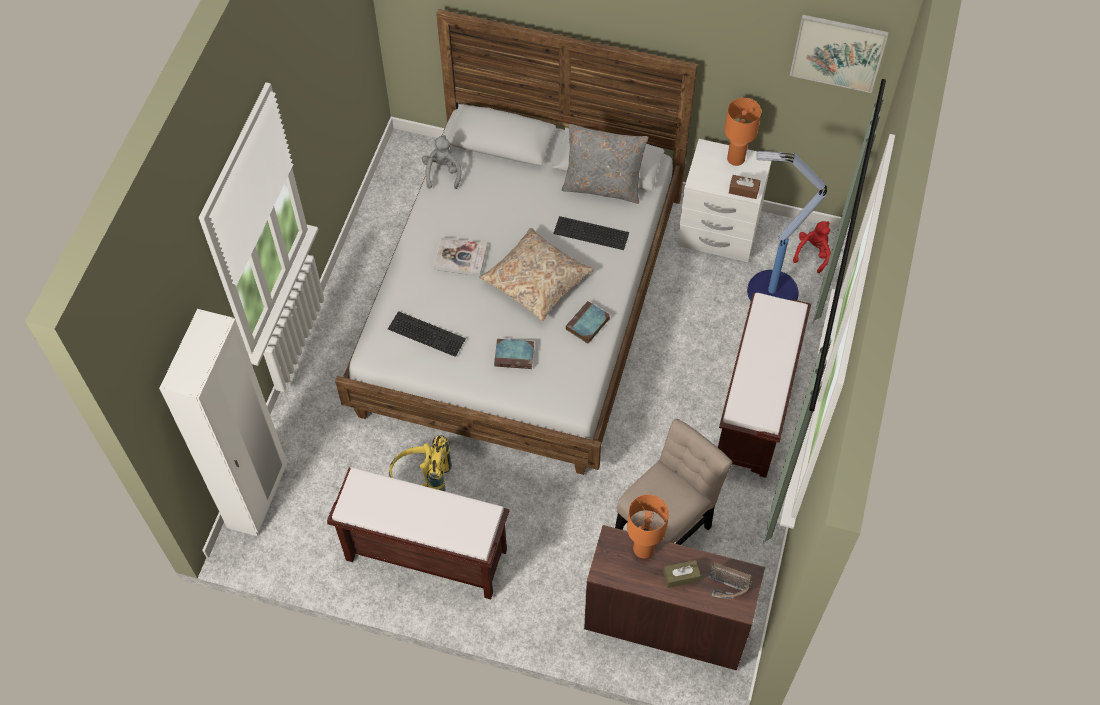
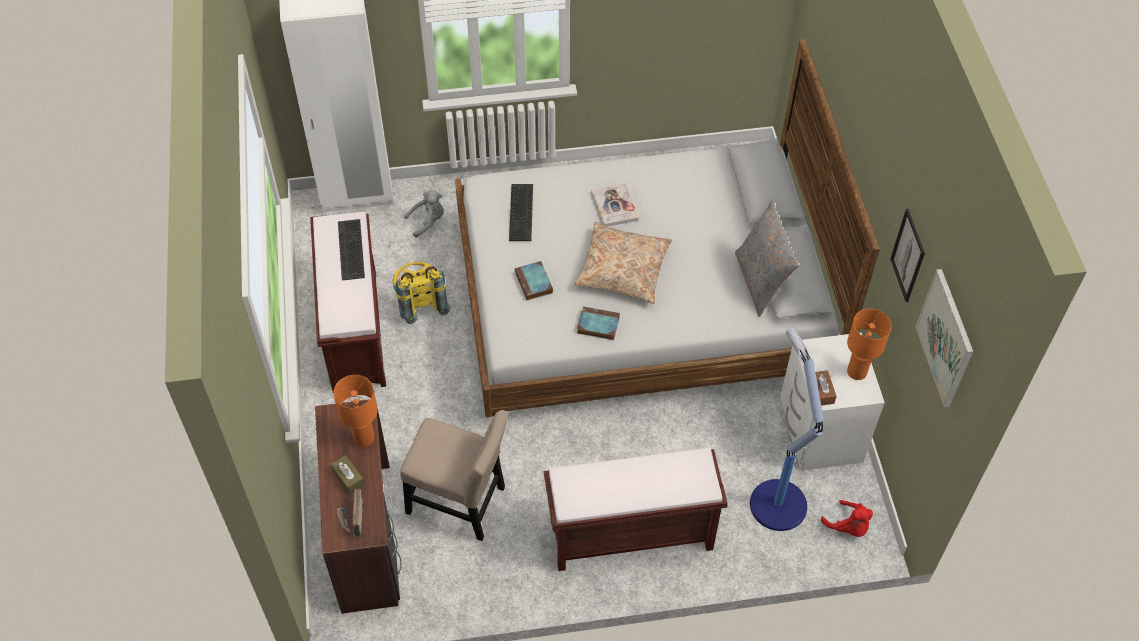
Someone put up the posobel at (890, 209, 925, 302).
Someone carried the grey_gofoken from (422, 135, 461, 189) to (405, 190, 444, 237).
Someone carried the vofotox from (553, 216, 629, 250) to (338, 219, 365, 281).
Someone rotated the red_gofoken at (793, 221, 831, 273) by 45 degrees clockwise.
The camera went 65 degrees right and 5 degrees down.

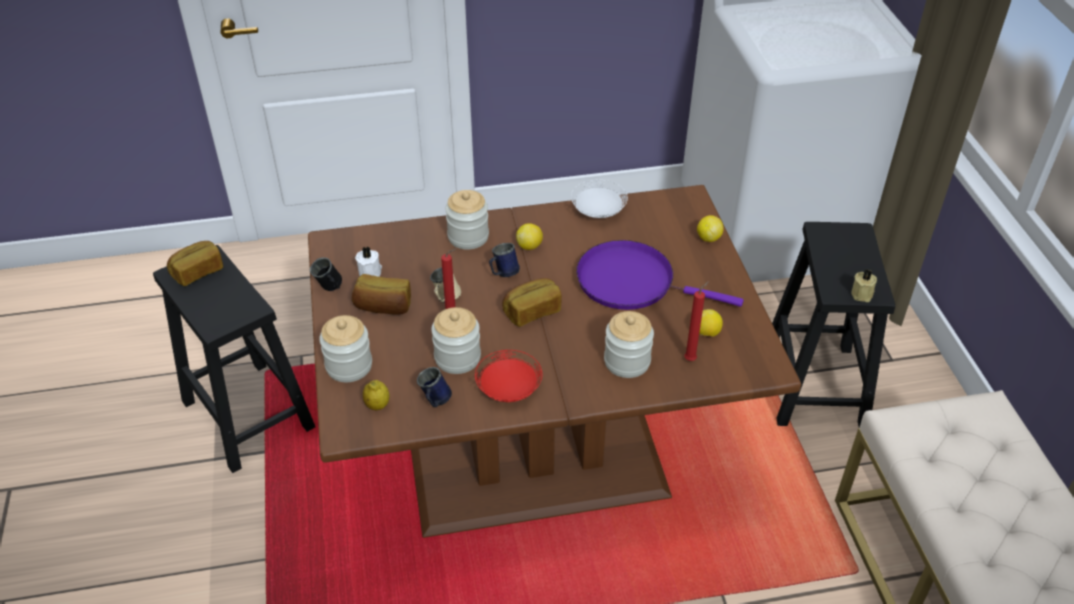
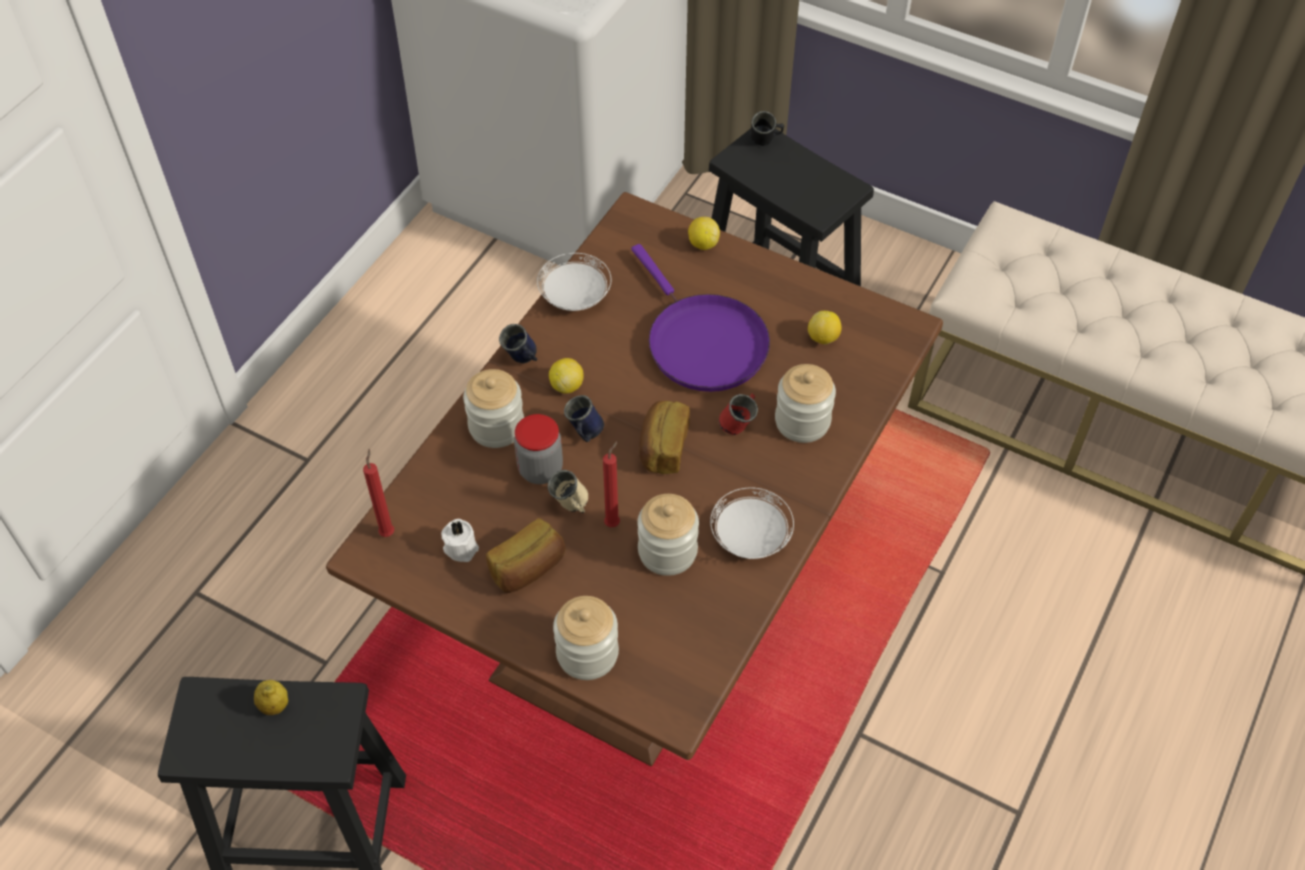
Someone took away the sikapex at (167, 241, 223, 286).
Someone took away the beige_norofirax at (851, 269, 877, 302).
Someone put down the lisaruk at (514, 414, 563, 484).
Someone put down the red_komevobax at (719, 394, 758, 435).
Someone carried the black_komevobax from (310, 257, 342, 291) to (750, 111, 784, 146).
Someone carried the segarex from (363, 380, 389, 410) to (254, 680, 288, 715).
Someone carried the blue_komevobax from (417, 367, 452, 407) to (499, 324, 538, 363).
Someone carried the red_norofirax from (684, 282, 709, 361) to (363, 449, 394, 537).
Someone repainted the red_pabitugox at (475, 350, 542, 402), which became the white_pabitugox at (710, 488, 794, 559).
Someone rotated the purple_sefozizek at (576, 240, 744, 310) by 90 degrees counterclockwise.
The camera went 50 degrees left and 10 degrees up.

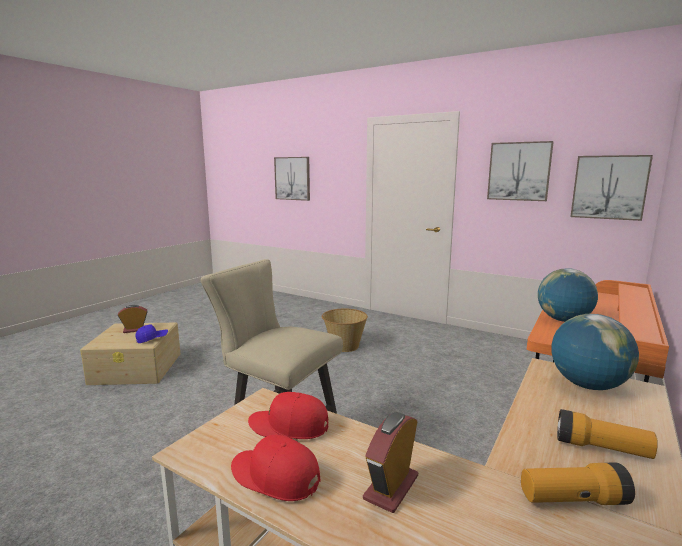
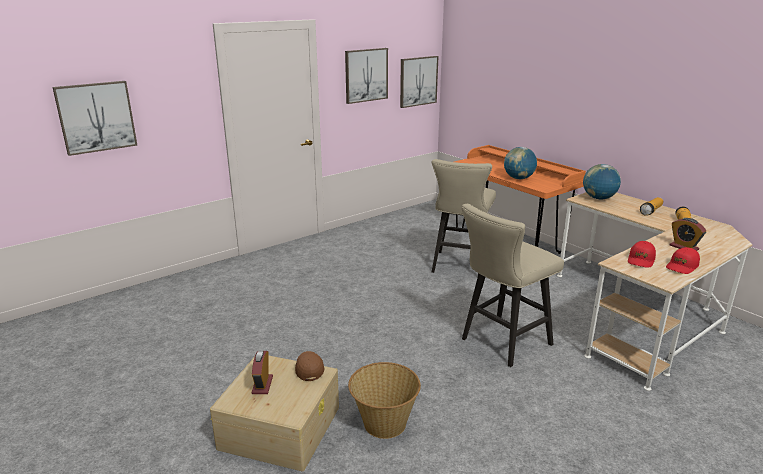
Someone put down the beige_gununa at (432, 159, 496, 274).
Someone carried the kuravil from (322, 309, 368, 352) to (348, 362, 421, 439).
Someone repainted the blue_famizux at (135, 325, 168, 343), which became the brown_famizux at (295, 351, 325, 381).
The camera went 70 degrees left and 10 degrees up.

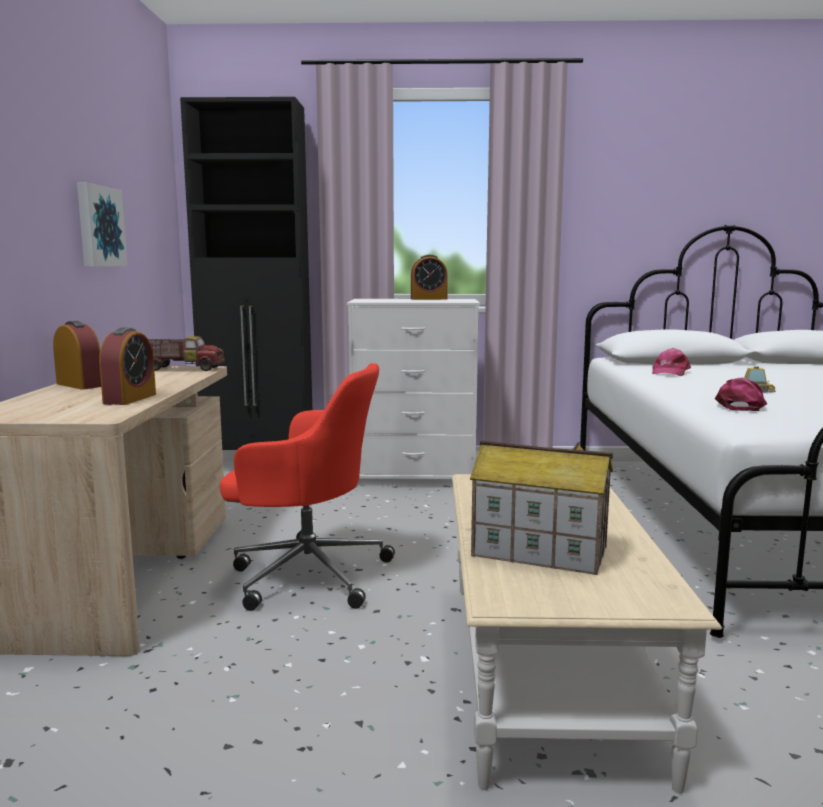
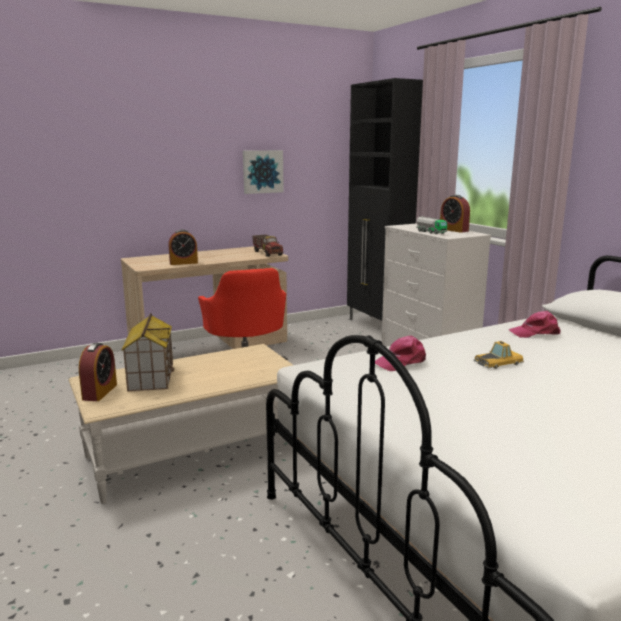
Someone put down the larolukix at (416, 216, 447, 234).
Someone carried the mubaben from (53, 321, 101, 390) to (79, 343, 117, 401).
Someone rotated the pink_famizux at (715, 378, 767, 411) by 150 degrees clockwise.
The camera went 60 degrees right and 5 degrees up.

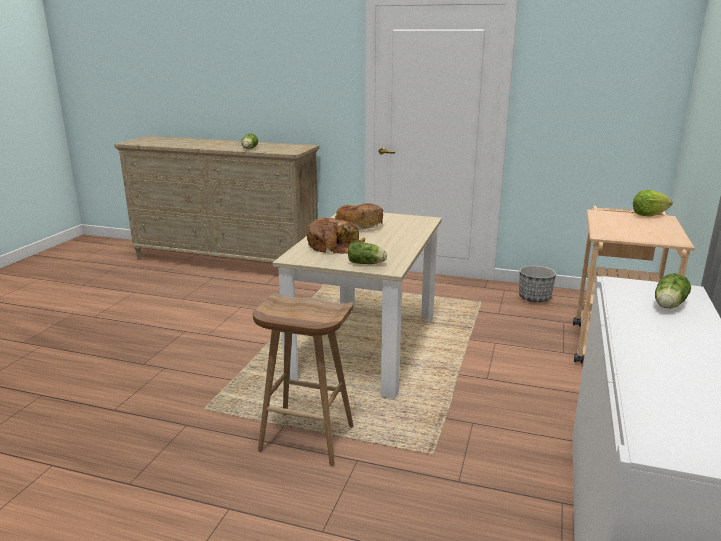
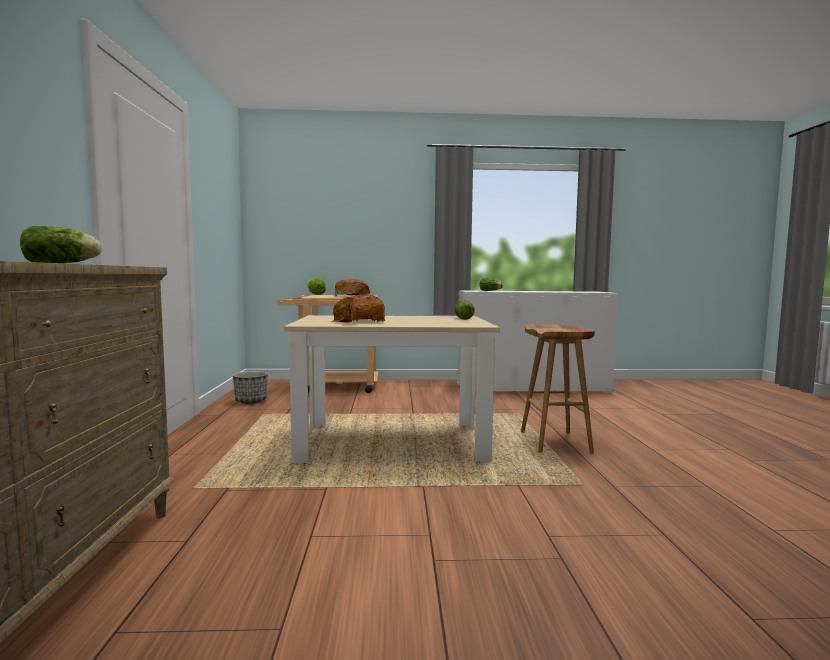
Someone carried the sikapex from (307, 218, 365, 254) to (335, 279, 370, 296).
The camera went 110 degrees left and 15 degrees down.

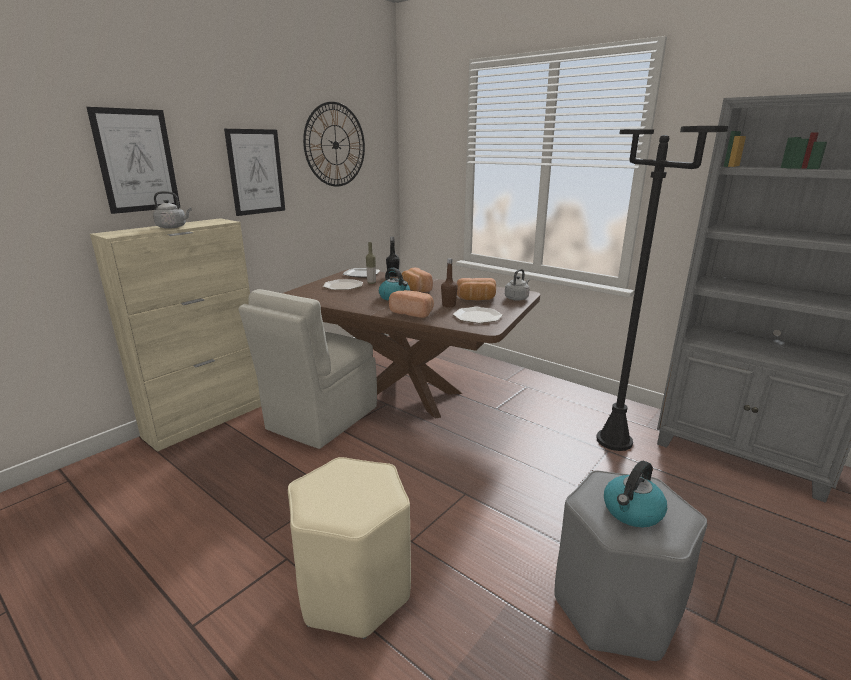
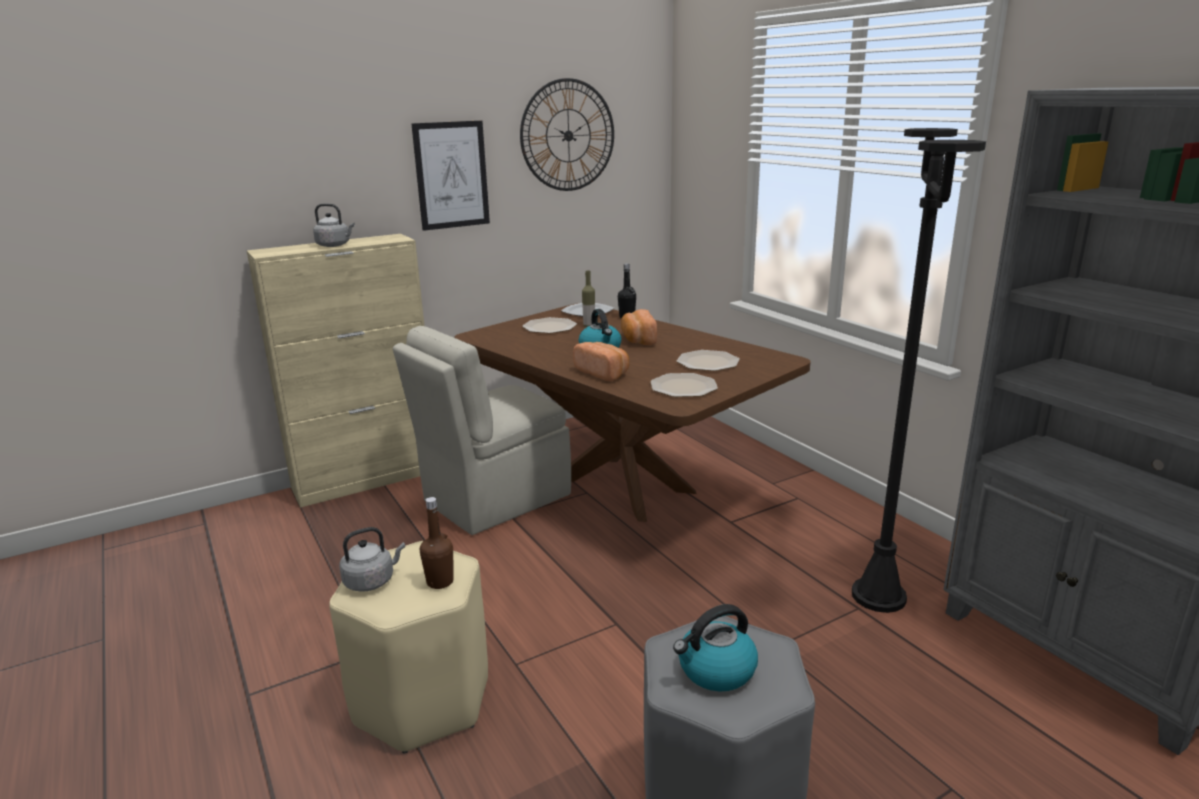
Someone took away the posobel at (87, 107, 180, 214).
Someone carried the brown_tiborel from (441, 258, 458, 307) to (420, 497, 454, 589).
Someone carried the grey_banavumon from (505, 269, 530, 301) to (339, 527, 405, 592).
Someone swapped the sikapex at (457, 278, 496, 300) for the pabitugox at (677, 350, 740, 371).
The camera went 20 degrees right and 0 degrees up.

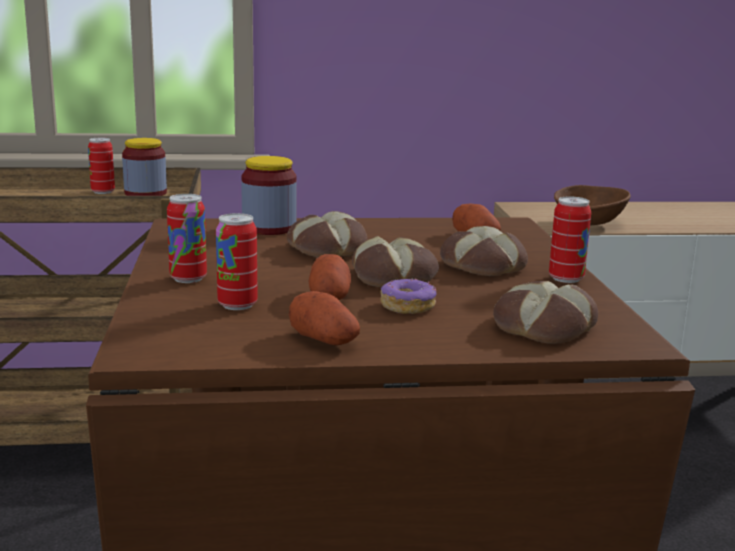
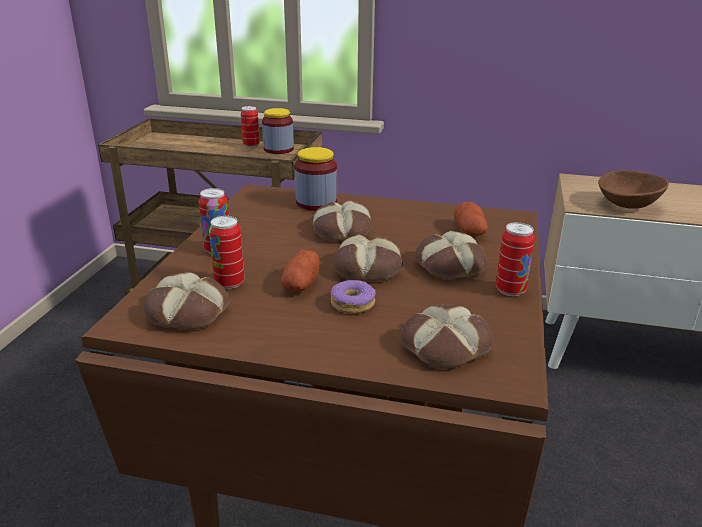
Someone took away the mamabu at (289, 291, 360, 345).
Someone put down the sikapex at (144, 272, 229, 329).
The camera went 20 degrees right and 10 degrees up.

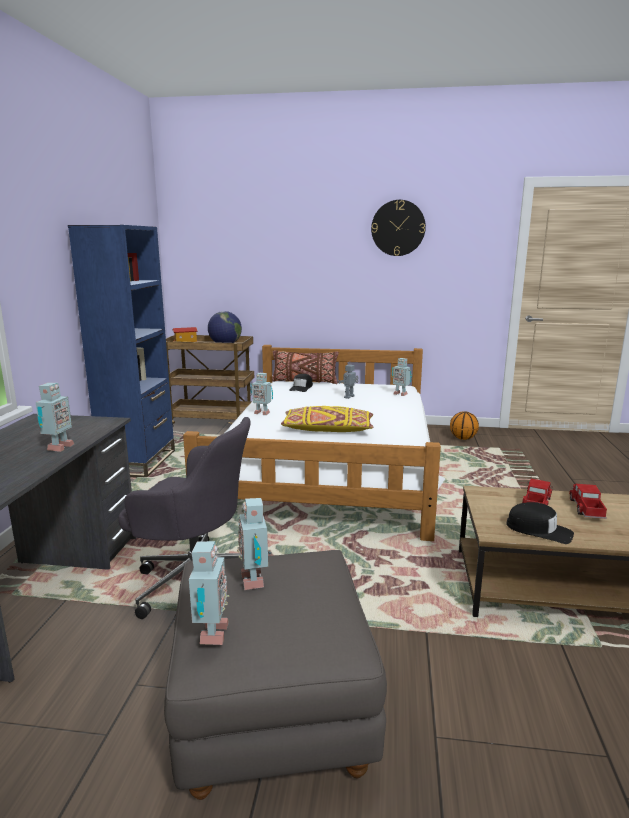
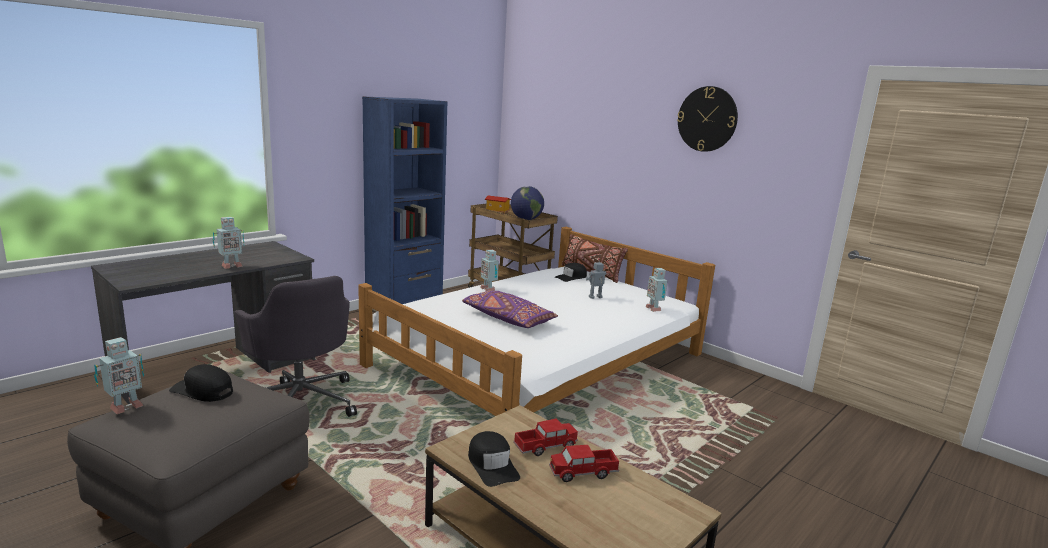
Someone took away the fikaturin at (450, 411, 479, 440).
Someone swapped the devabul at (237, 498, 271, 590) for the black_famizux at (169, 364, 233, 402).
Someone repainted the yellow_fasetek at (281, 406, 374, 432), which became the purple_fasetek at (462, 290, 558, 328).
Someone rotated the larolukix at (569, 484, 607, 519) by 150 degrees counterclockwise.
The camera went 35 degrees right and 0 degrees up.

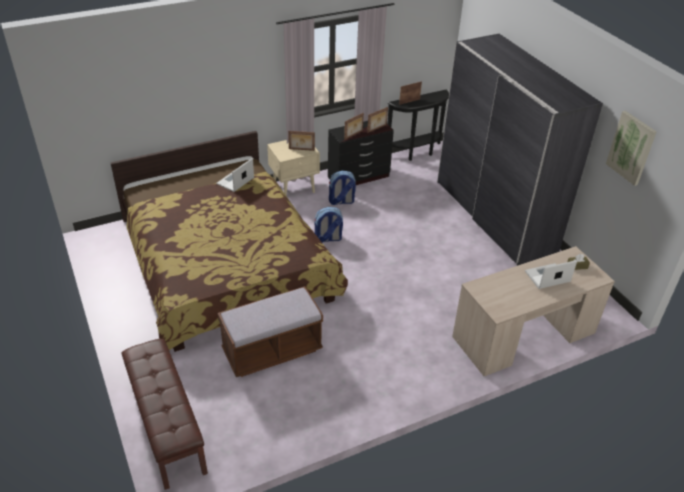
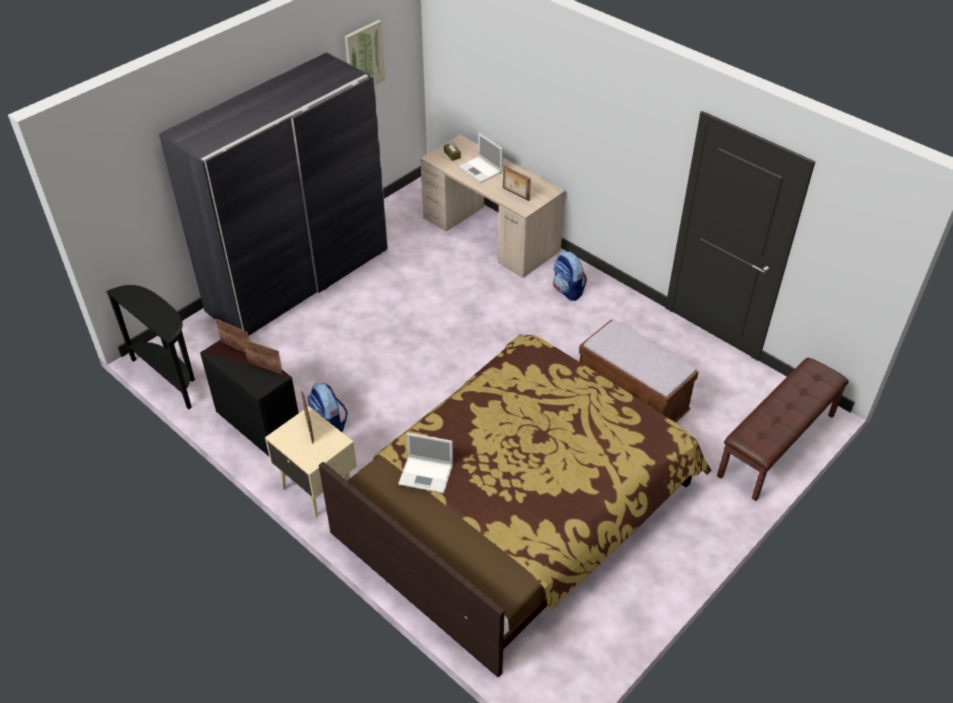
Someone carried the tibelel from (314, 207, 343, 243) to (553, 251, 587, 301).
Someone carried the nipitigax from (399, 81, 422, 105) to (503, 165, 531, 201).
The camera went 110 degrees left and 5 degrees up.

